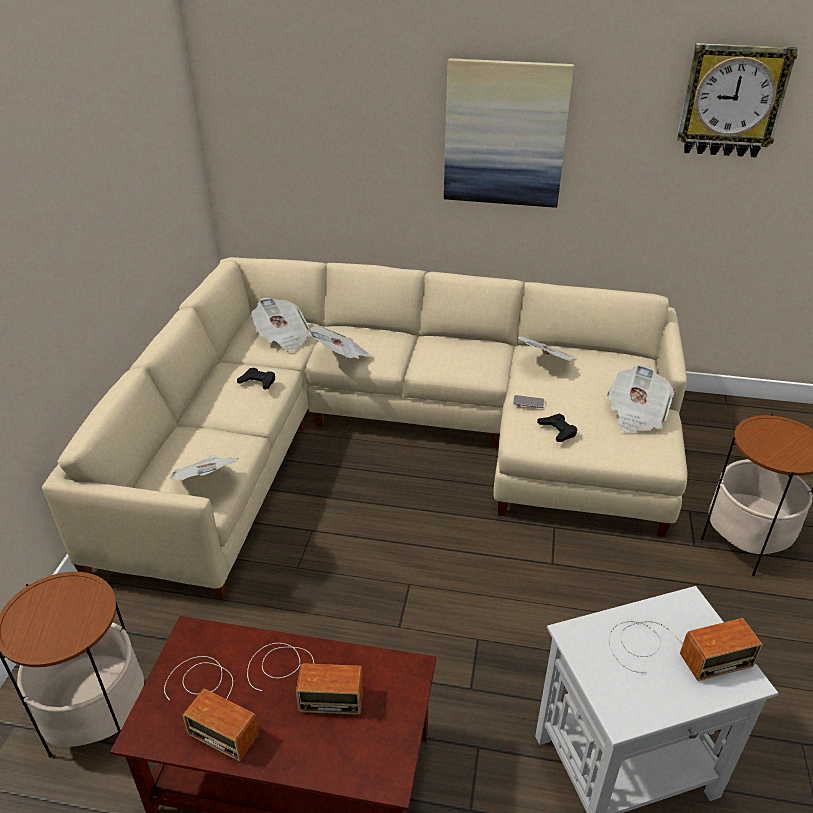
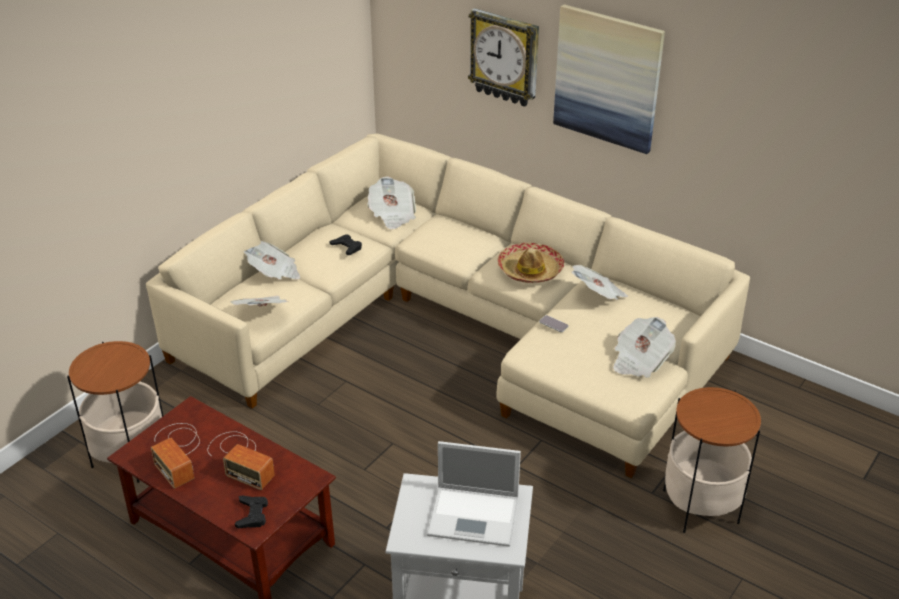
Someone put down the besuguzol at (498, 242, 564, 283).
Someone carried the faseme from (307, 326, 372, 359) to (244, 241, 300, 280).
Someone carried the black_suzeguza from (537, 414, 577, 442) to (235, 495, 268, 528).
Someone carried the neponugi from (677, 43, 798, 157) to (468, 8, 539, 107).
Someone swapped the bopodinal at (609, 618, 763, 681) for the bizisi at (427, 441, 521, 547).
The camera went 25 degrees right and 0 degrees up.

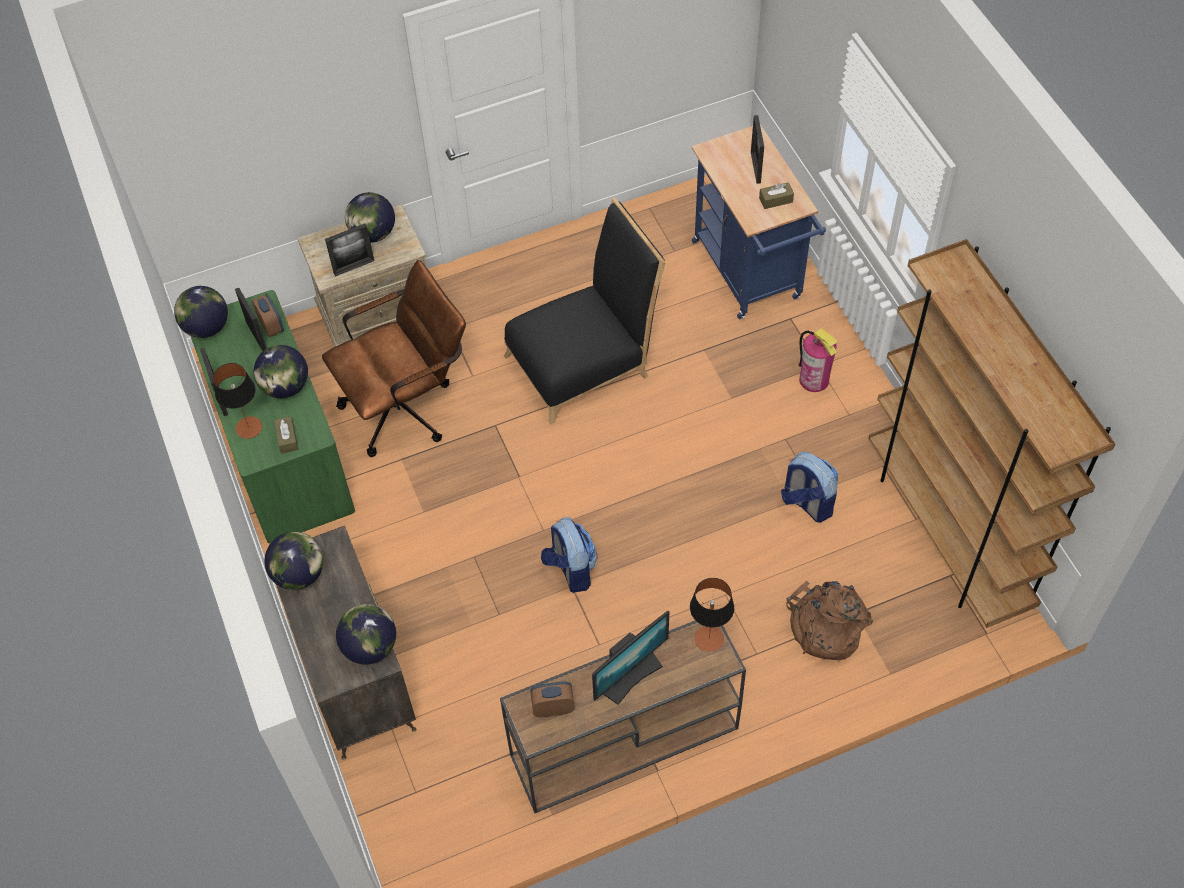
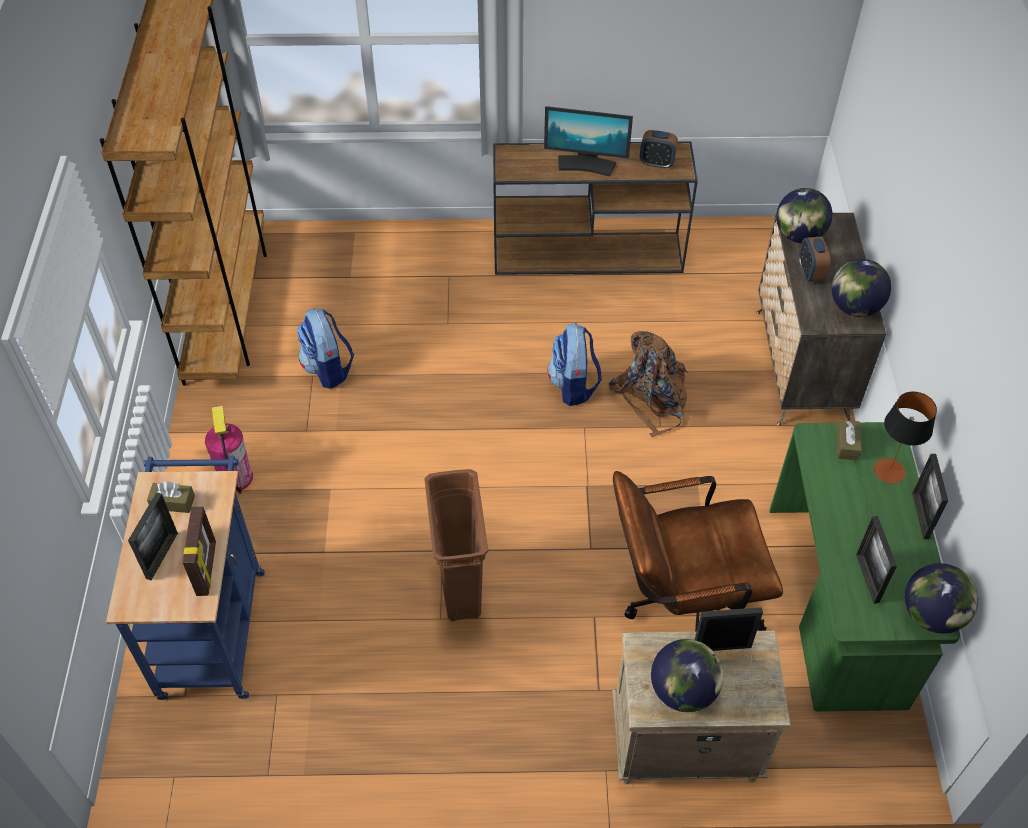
Someone took away the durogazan at (254, 345, 308, 398).
Someone took away the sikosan at (690, 578, 734, 652).
Someone put down the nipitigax at (183, 506, 216, 596).
Someone carried the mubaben from (252, 294, 284, 337) to (799, 236, 830, 282).
Someone carried the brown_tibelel from (786, 581, 873, 660) to (609, 331, 688, 437).
Someone swapped the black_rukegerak at (504, 197, 666, 425) for the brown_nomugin at (424, 469, 488, 621).
Someone rotated the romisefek at (592, 611, 669, 705) by 150 degrees counterclockwise.
The camera went 160 degrees left and 5 degrees down.

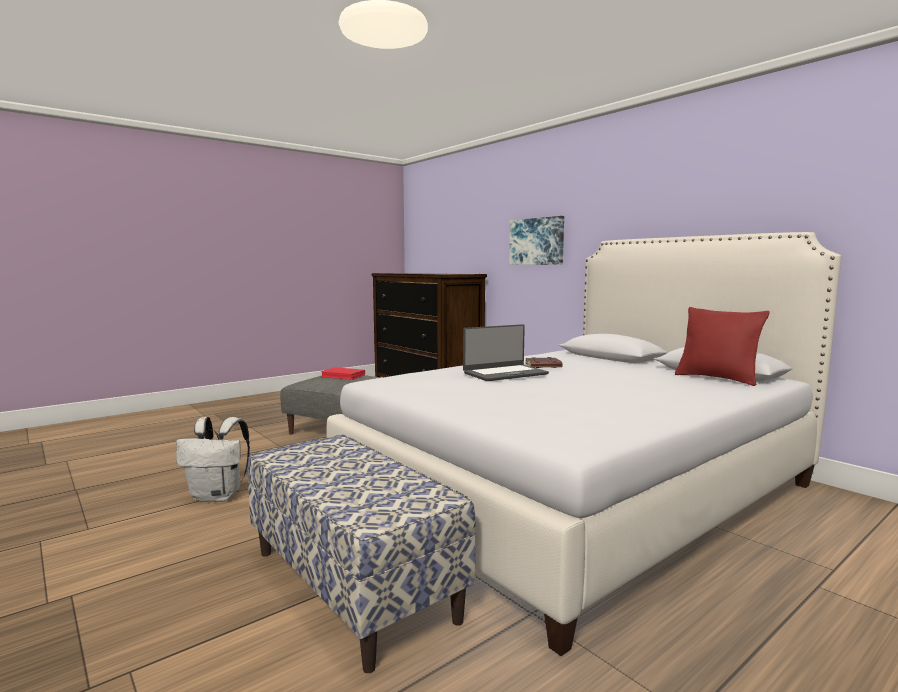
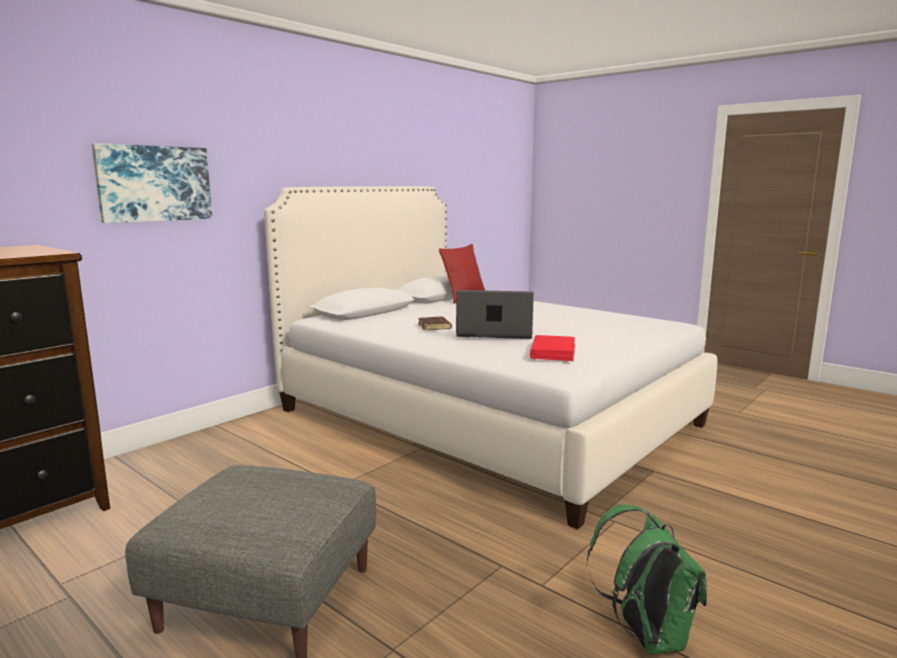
Someone took away the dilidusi at (248, 434, 476, 673).
Someone carried the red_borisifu from (321, 367, 365, 380) to (530, 335, 575, 361).
Someone repainted the white_tibelel at (176, 417, 250, 502), which became the green_tibelel at (587, 505, 707, 654).
Someone rotated the bizisi at (463, 324, 549, 381) by 45 degrees counterclockwise.
The camera went 100 degrees left and 5 degrees up.

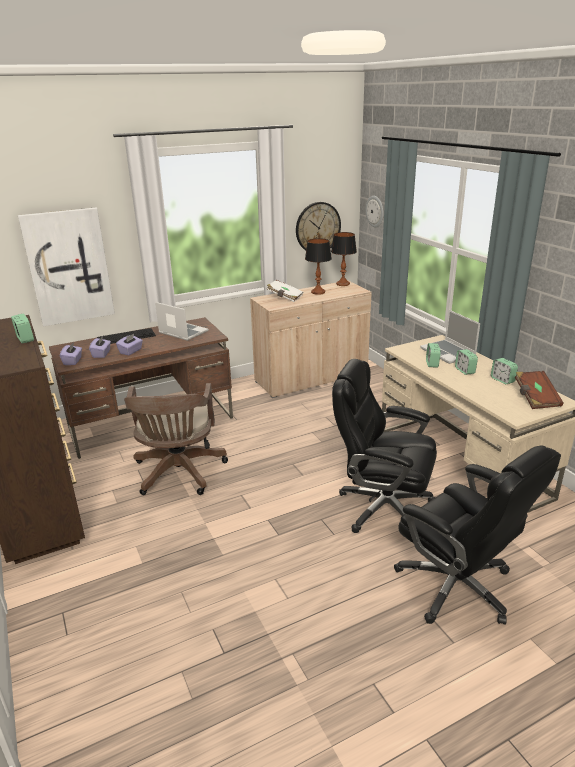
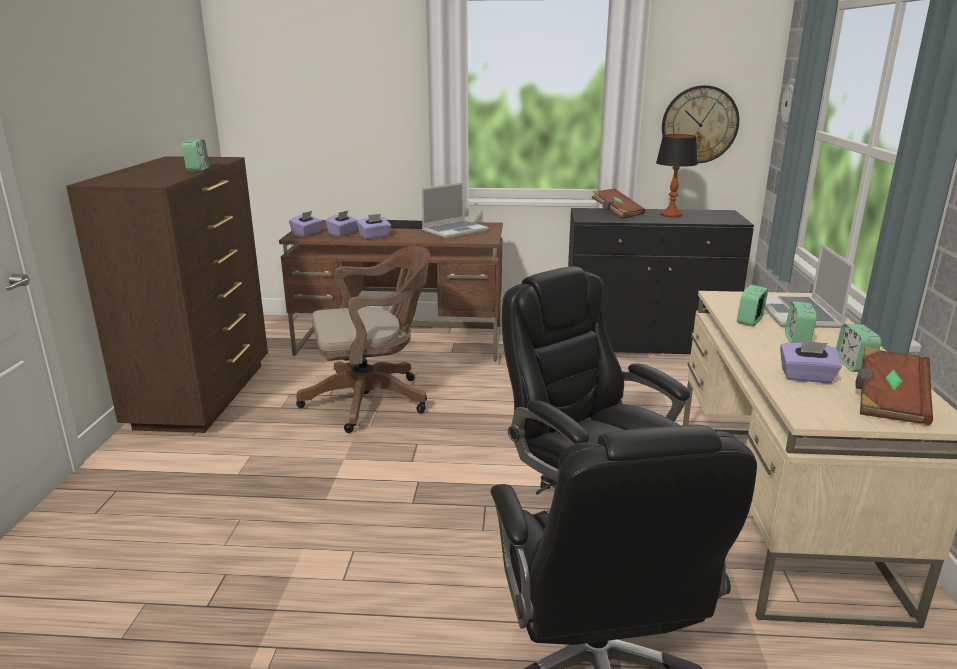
Someone took away the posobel at (18, 207, 115, 326).
Someone took away the sikosan at (331, 232, 357, 286).
Someone put down the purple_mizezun at (780, 340, 842, 383).
Someone repainted the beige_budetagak at (250, 281, 372, 398), which became the black_budetagak at (568, 208, 754, 354).
Someone repainted the white_borisifu at (266, 280, 303, 302), which became the brown_borisifu at (592, 188, 645, 219).
Someone rotated the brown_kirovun at (124, 383, 228, 495) by 135 degrees counterclockwise.
Someone rotated the bizisi at (155, 302, 209, 341) by 75 degrees clockwise.
The camera went 30 degrees right and 5 degrees down.

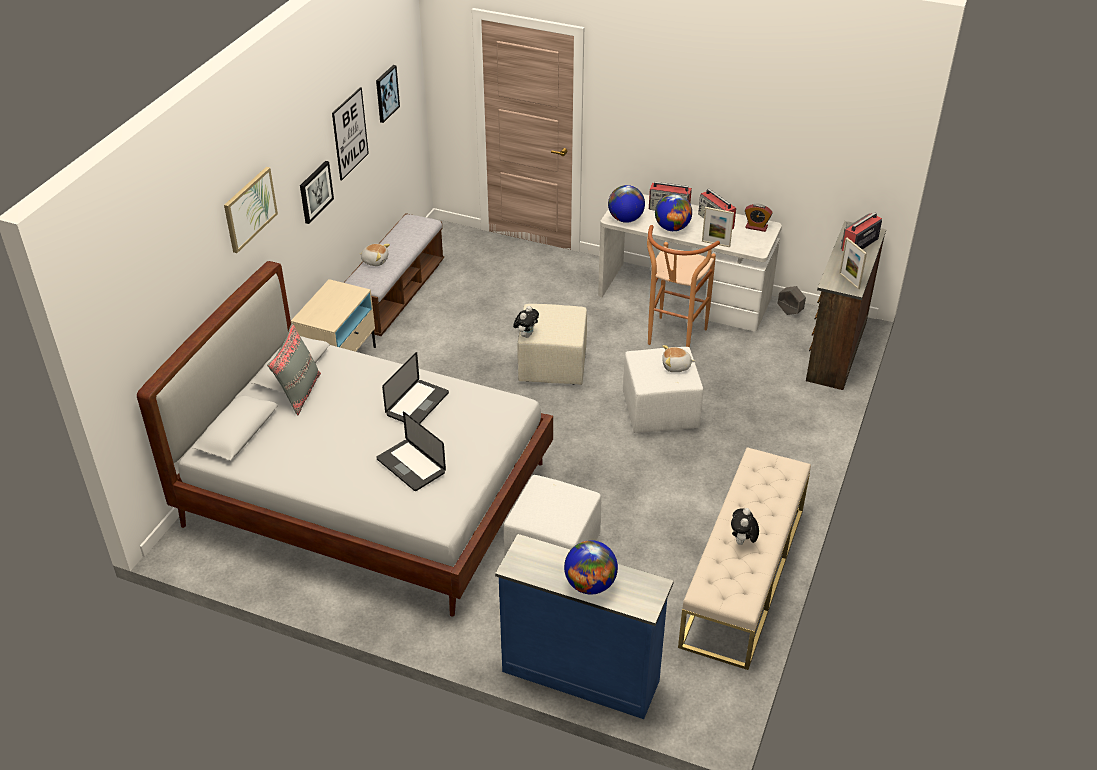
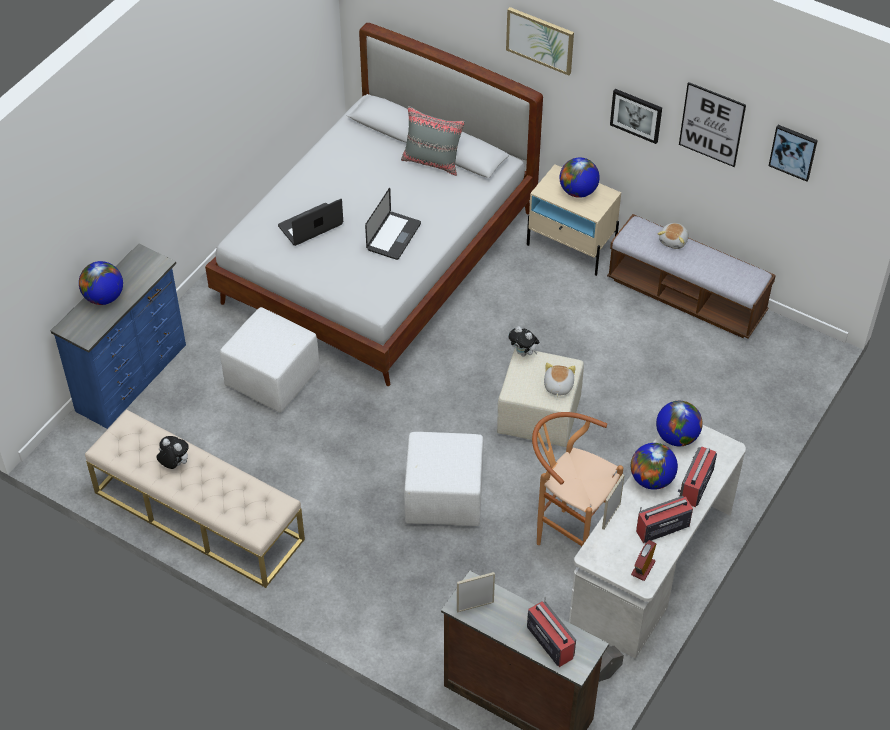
Someone put down the durogazan at (560, 157, 600, 198).
Someone carried the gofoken from (662, 345, 695, 372) to (544, 363, 576, 397).
Someone rotated the bizisi at (382, 352, 449, 424) by 105 degrees counterclockwise.
The camera went 100 degrees right and 10 degrees up.

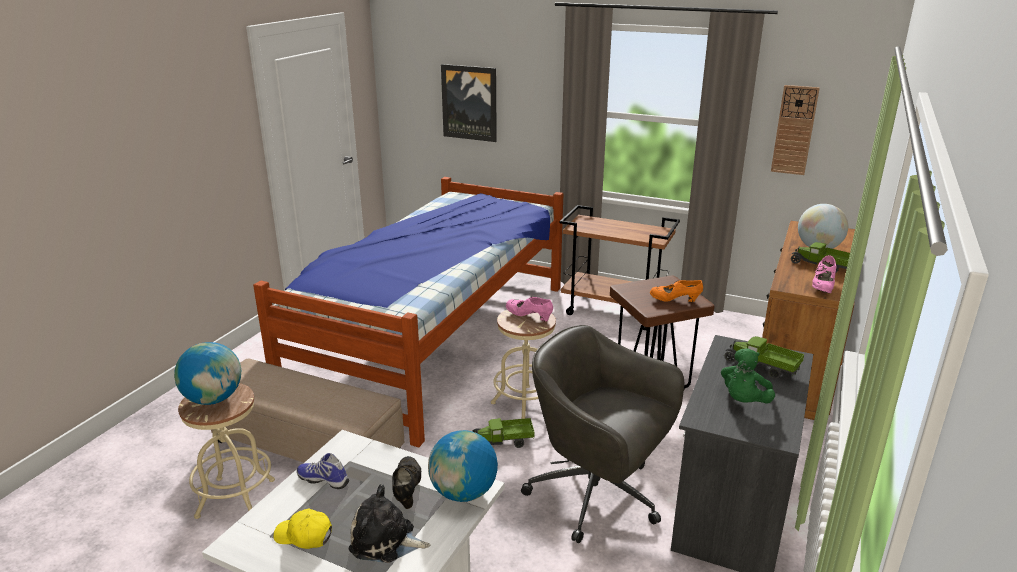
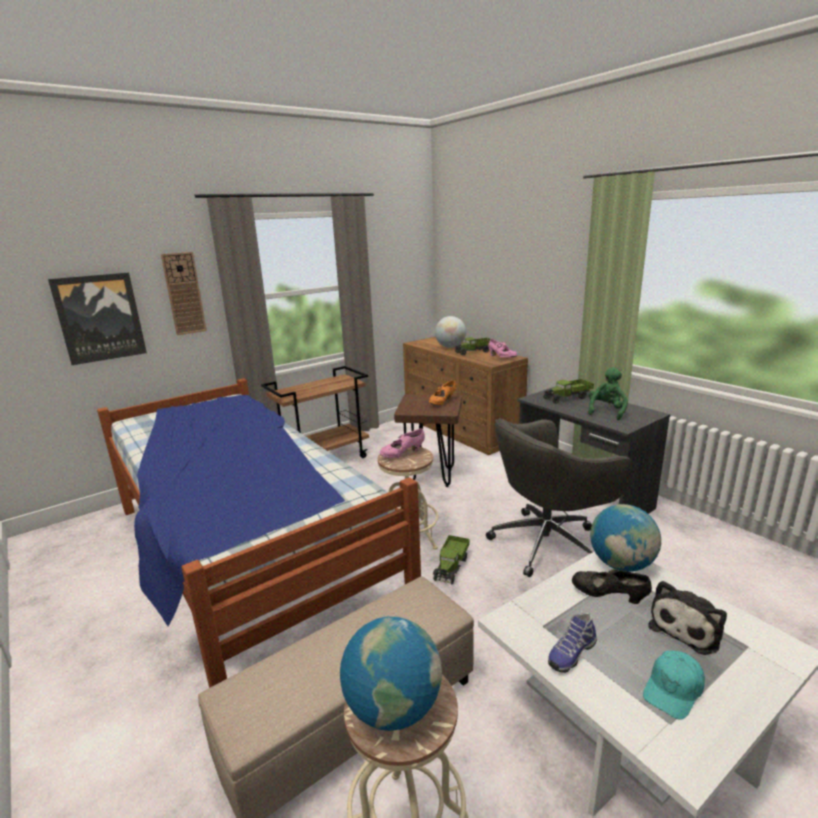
Someone carried the neponugi from (771, 85, 820, 175) to (161, 252, 207, 335).
Someone repainted the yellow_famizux at (273, 508, 332, 549), which became the turquoise_famizux at (643, 651, 705, 720).
Someone rotated the green_gofoken at (721, 348, 775, 403) by 120 degrees counterclockwise.
The camera went 60 degrees left and 5 degrees down.

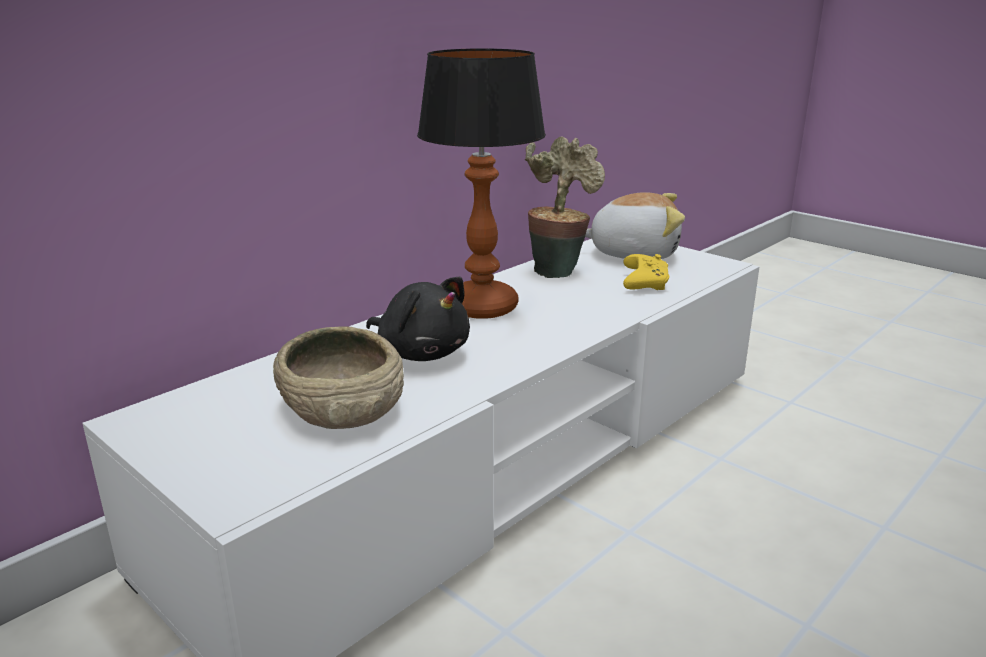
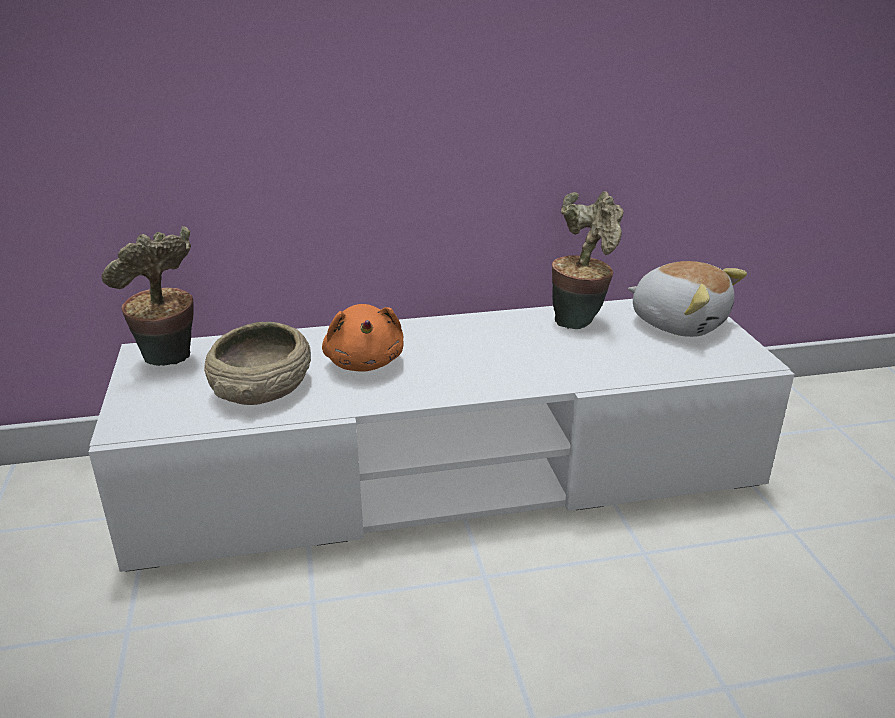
Someone took away the sikosan at (417, 49, 546, 319).
Someone took away the yellow_suzeguza at (623, 254, 669, 290).
Someone put down the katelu at (102, 226, 194, 366).
Someone repainted the black_gofoken at (366, 277, 470, 361), which became the orange_gofoken at (322, 304, 403, 372).
The camera went 35 degrees right and 5 degrees up.

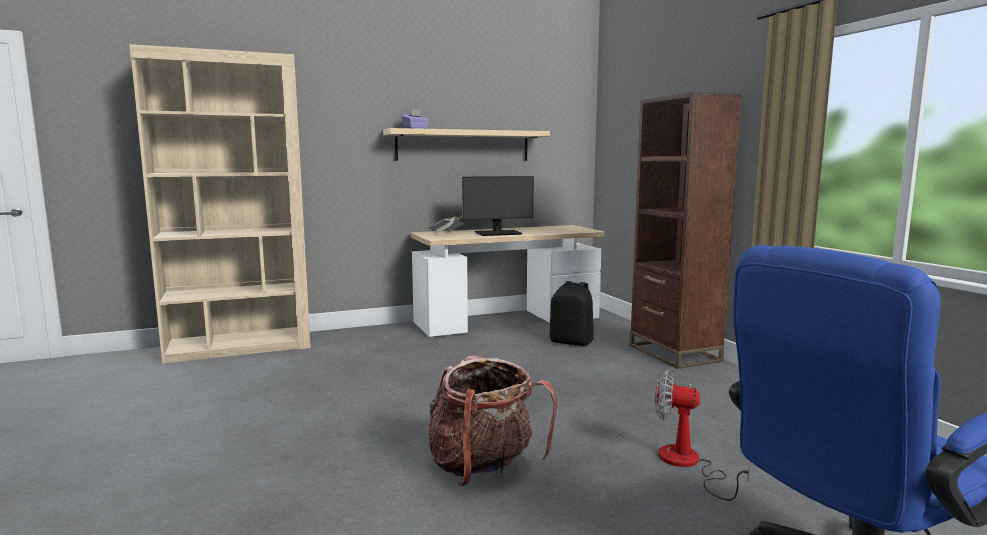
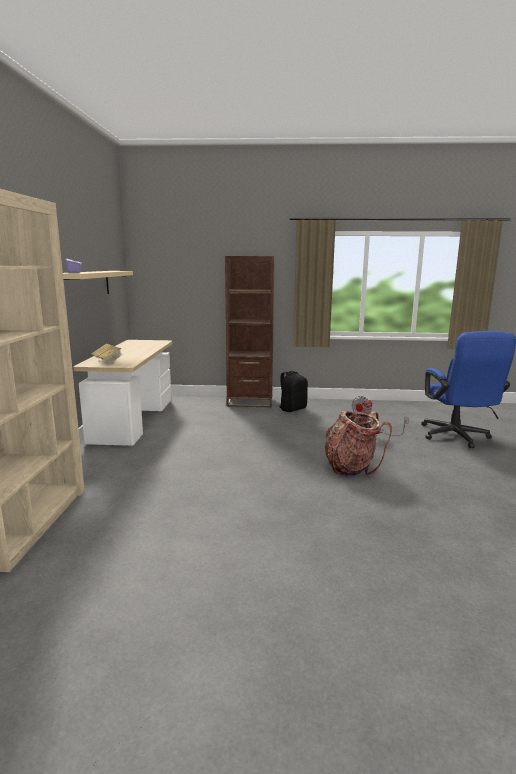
Someone took away the romisefek at (462, 176, 534, 236).
Someone carried the black_tibelel from (549, 281, 594, 346) to (279, 371, 308, 412).
The camera went 65 degrees left and 5 degrees up.

